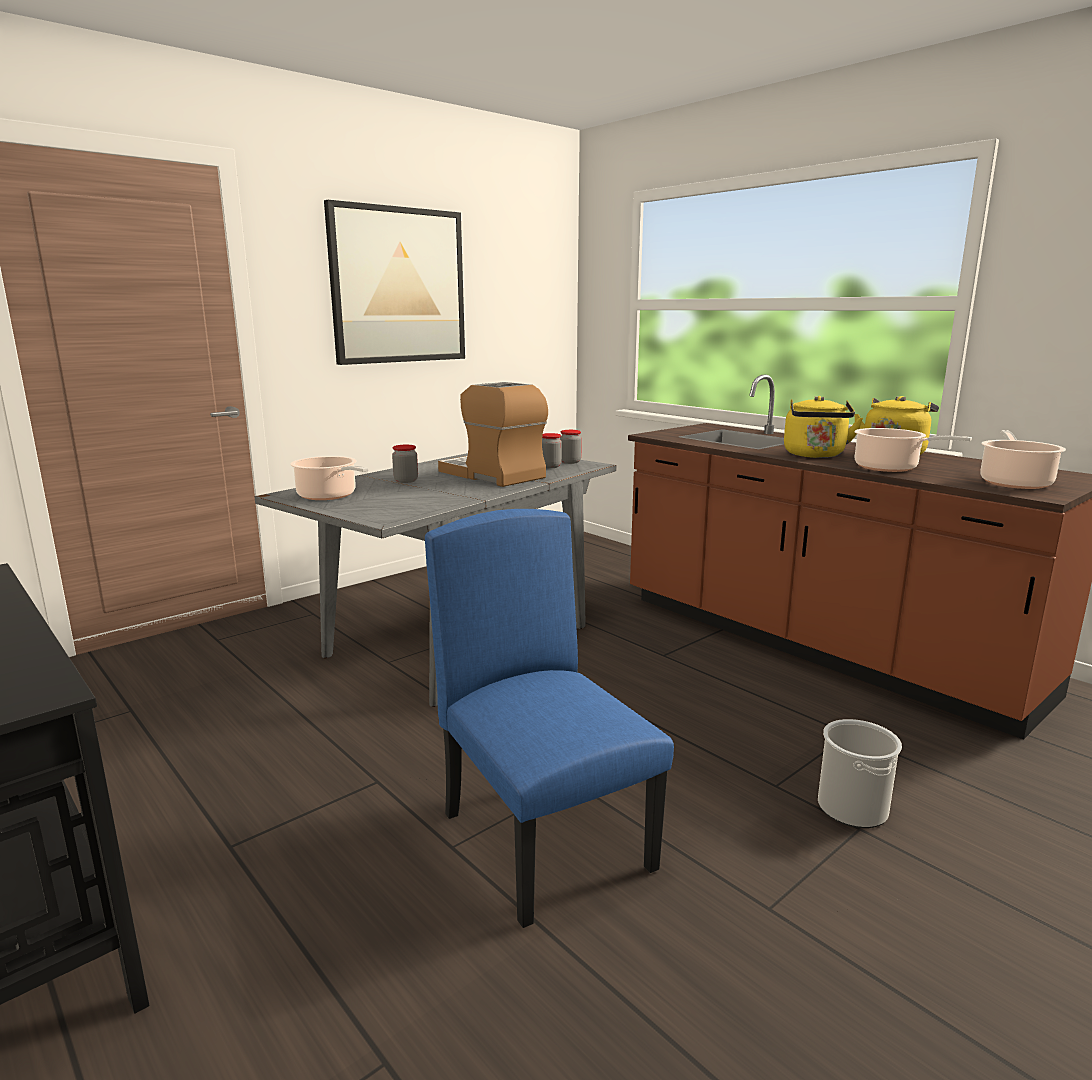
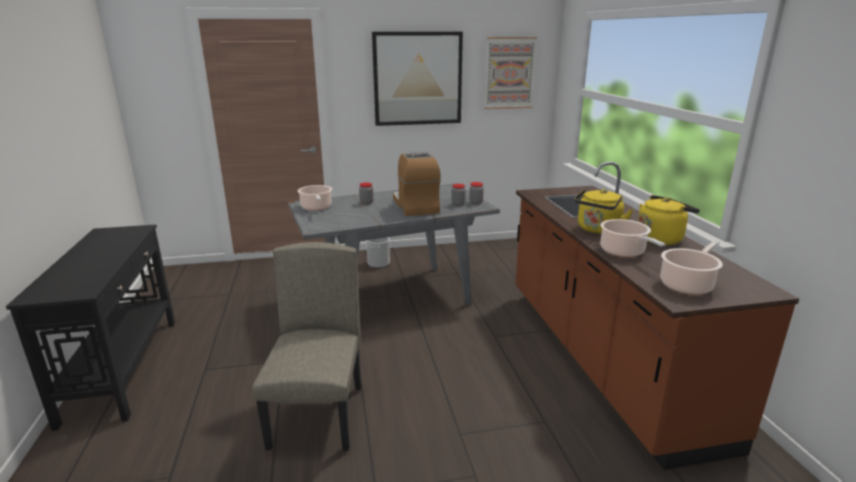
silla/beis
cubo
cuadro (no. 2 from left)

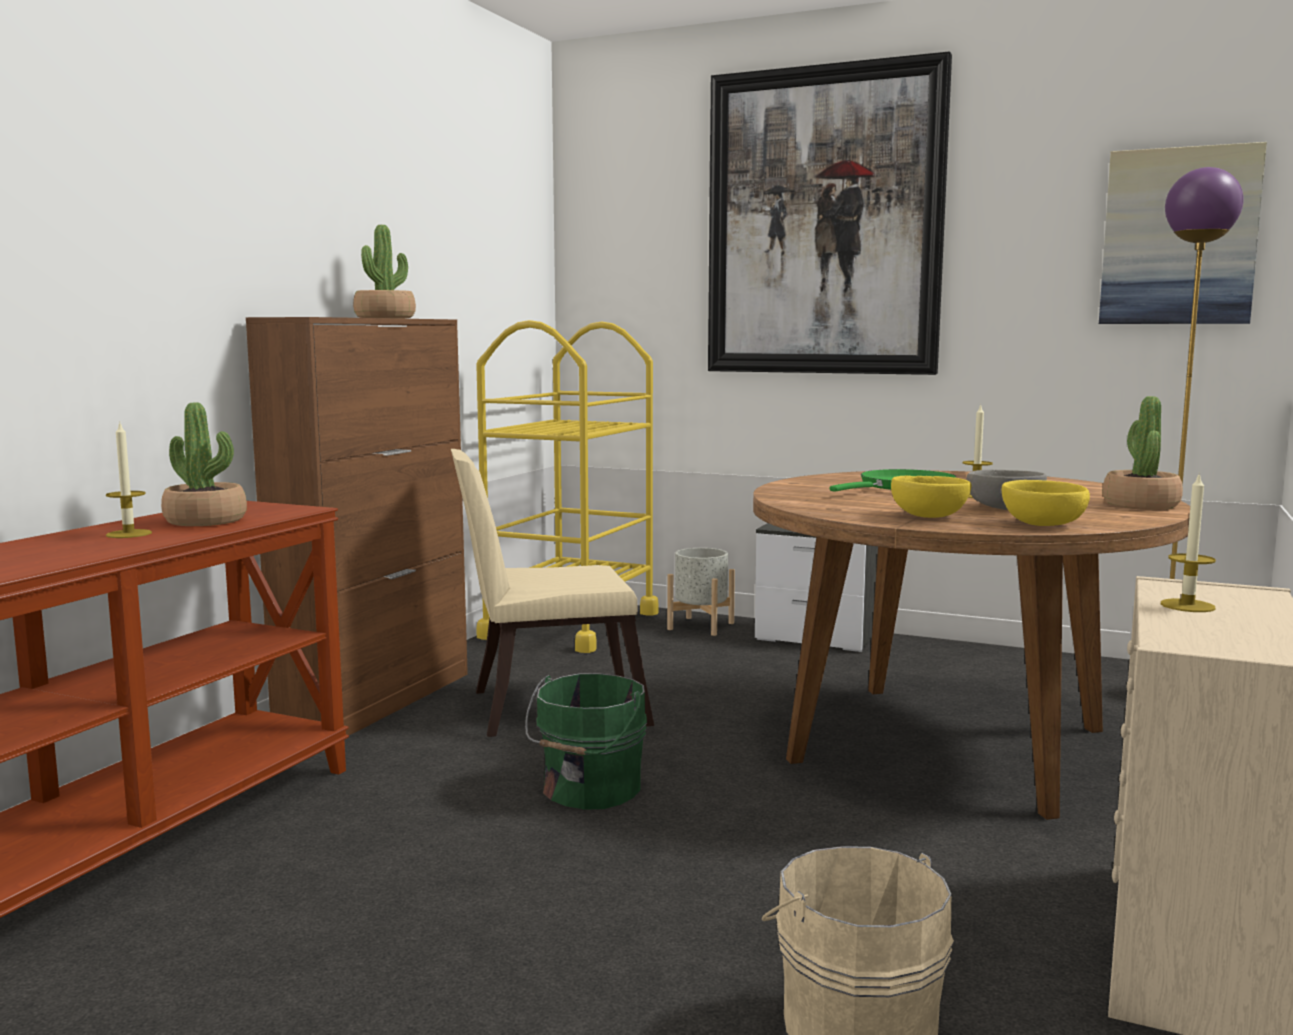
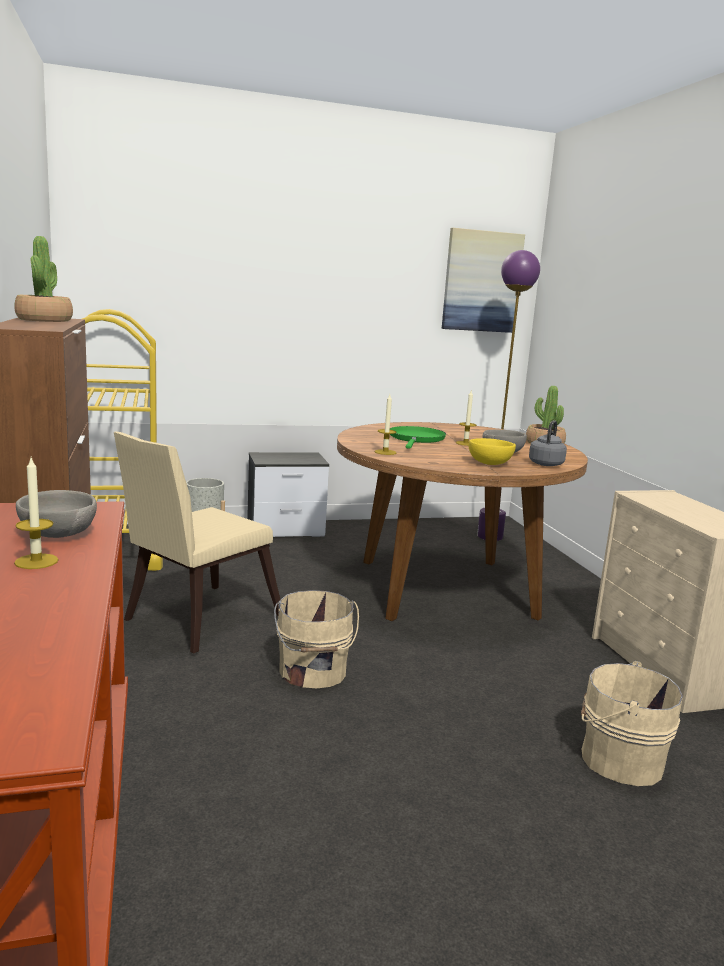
cuadro (no. 1 from left in the first image)
cuenco/gris (no. 1 from left)
vela (no. 2 from left)
hervidor/gris
cubo/beis (no. 1 from left)

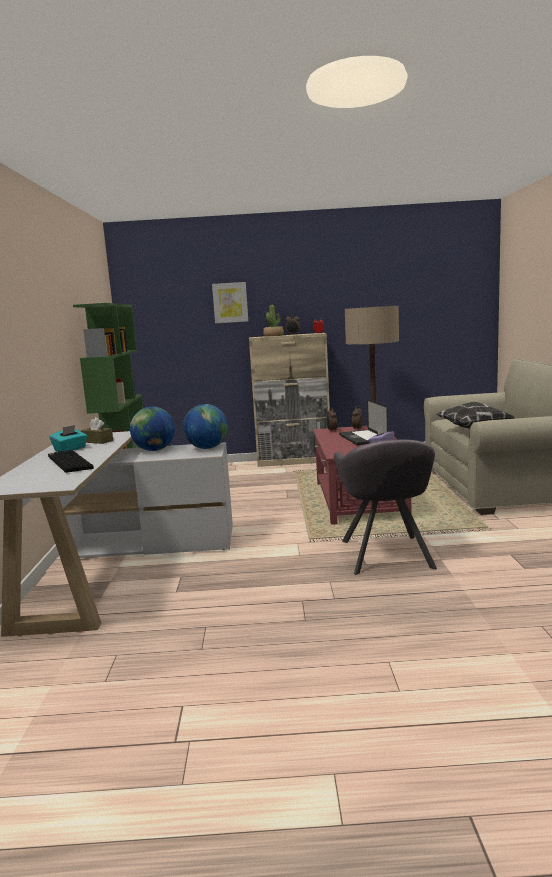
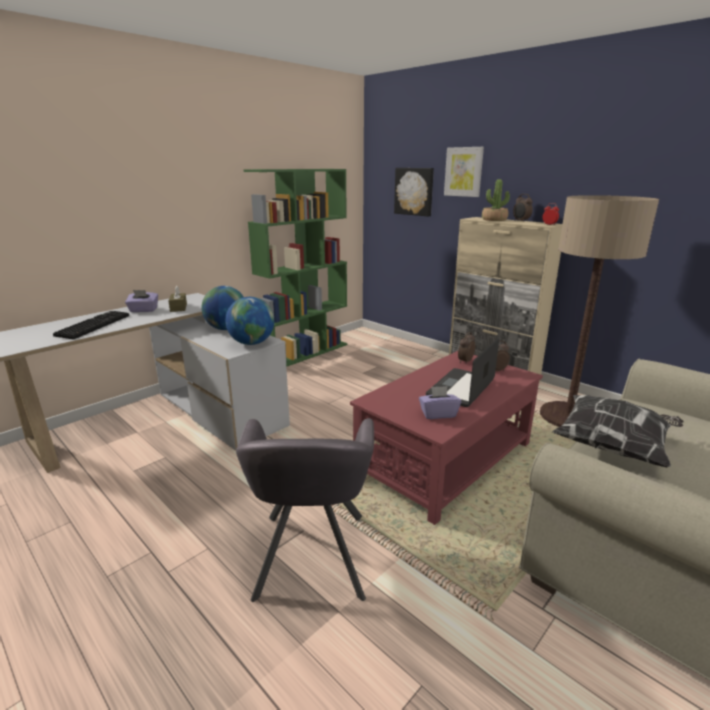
caja de pañuelos/morado (no. 1 from left)
sillón/gris
cuadro (no. 1 from left)

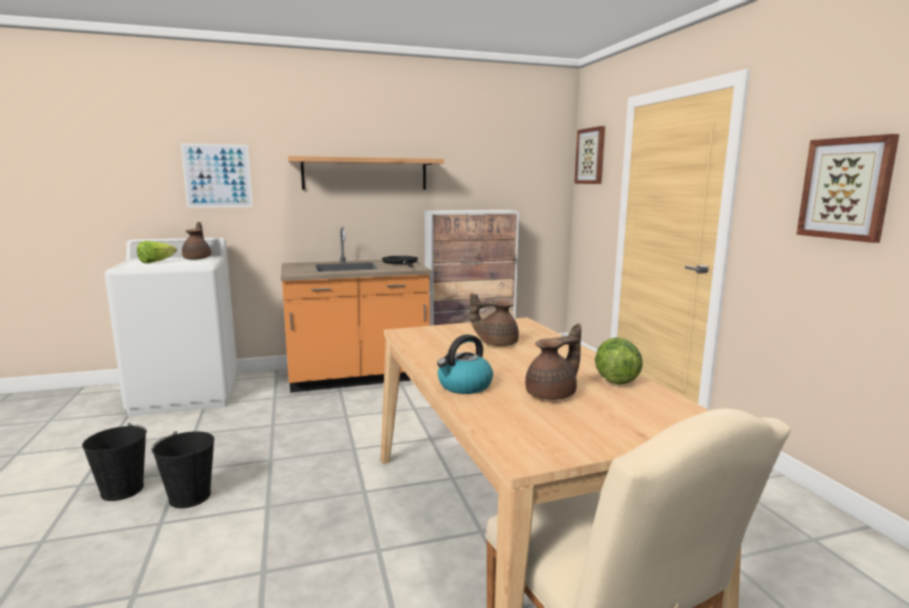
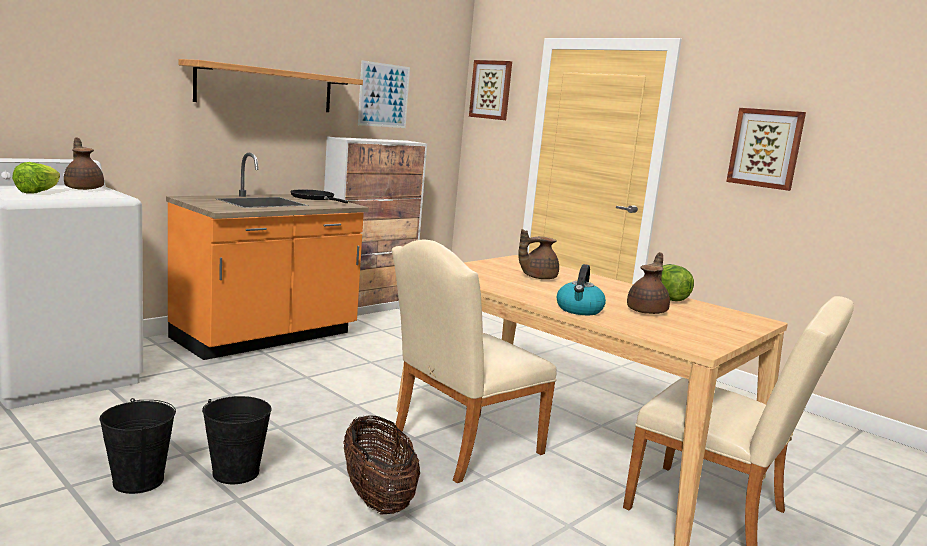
cuadro (no. 1 from left)
silla/beis (no. 1 from left)
cesta

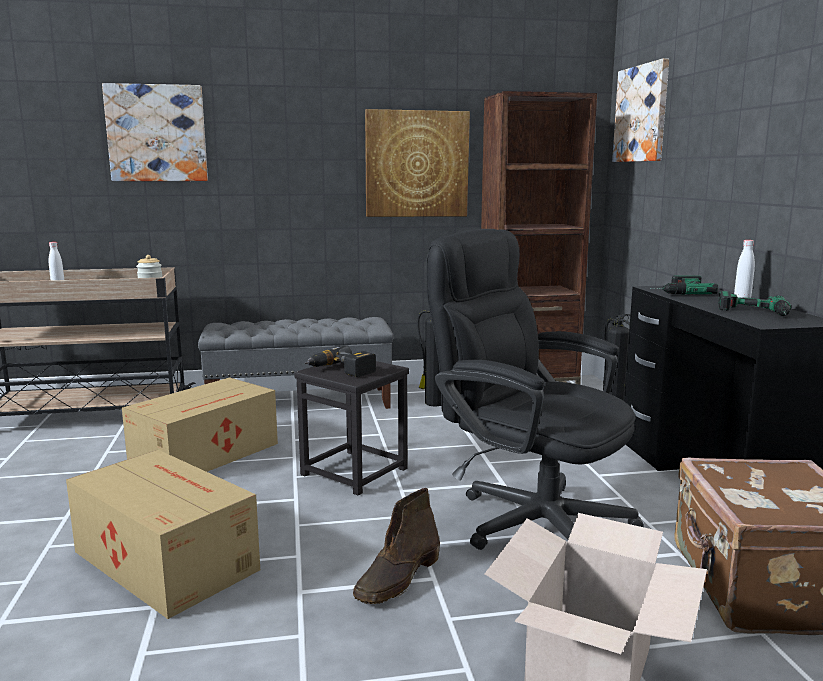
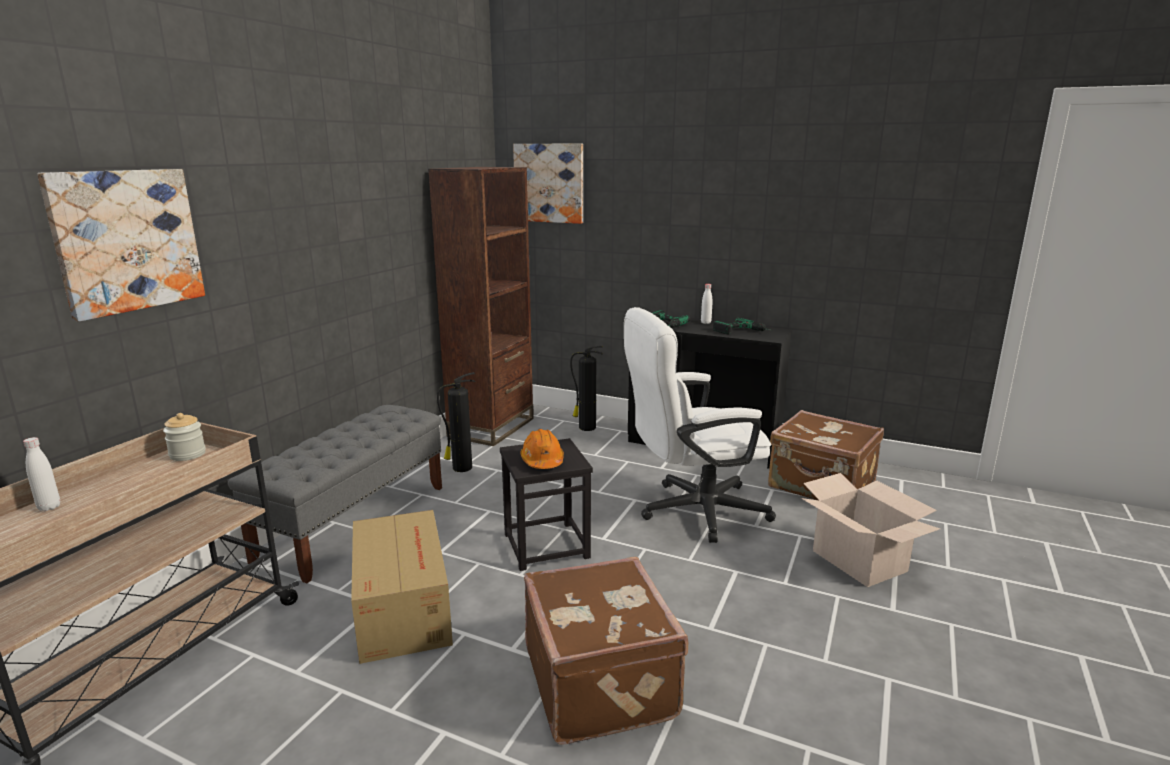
cuadro (no. 2 from left in the first image)
silla de oficina/blanco
casco/naranja
maleta/marrón (no. 1 from left)
bota/marrón

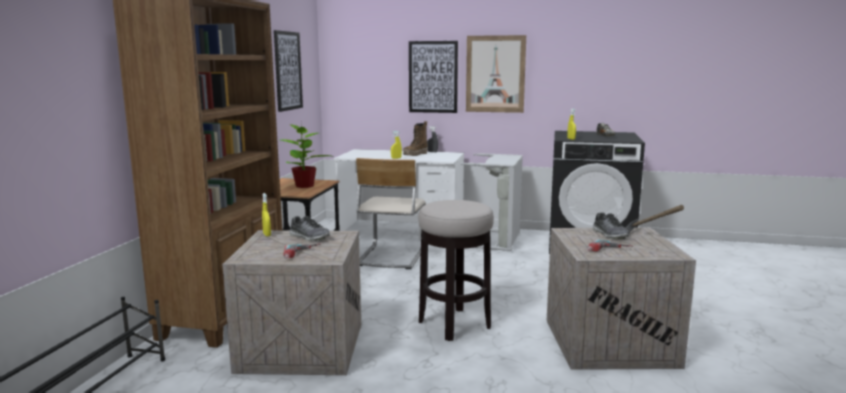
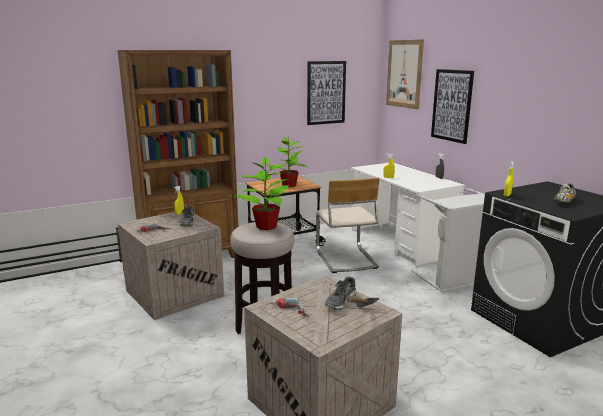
cuadro (no. 2 from left)
bota
silla/beis
planta en maceta (no. 1 from left)

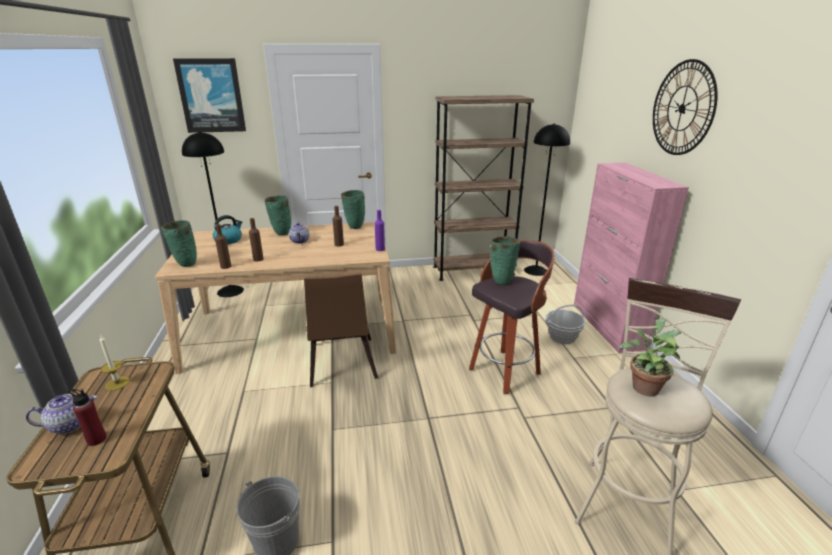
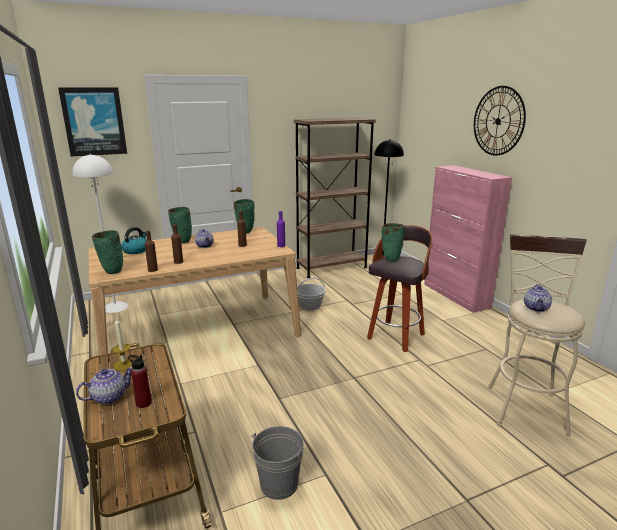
lámpara de pie/blanco
silla/marrón
cesta
tetera (no. 3 from left)

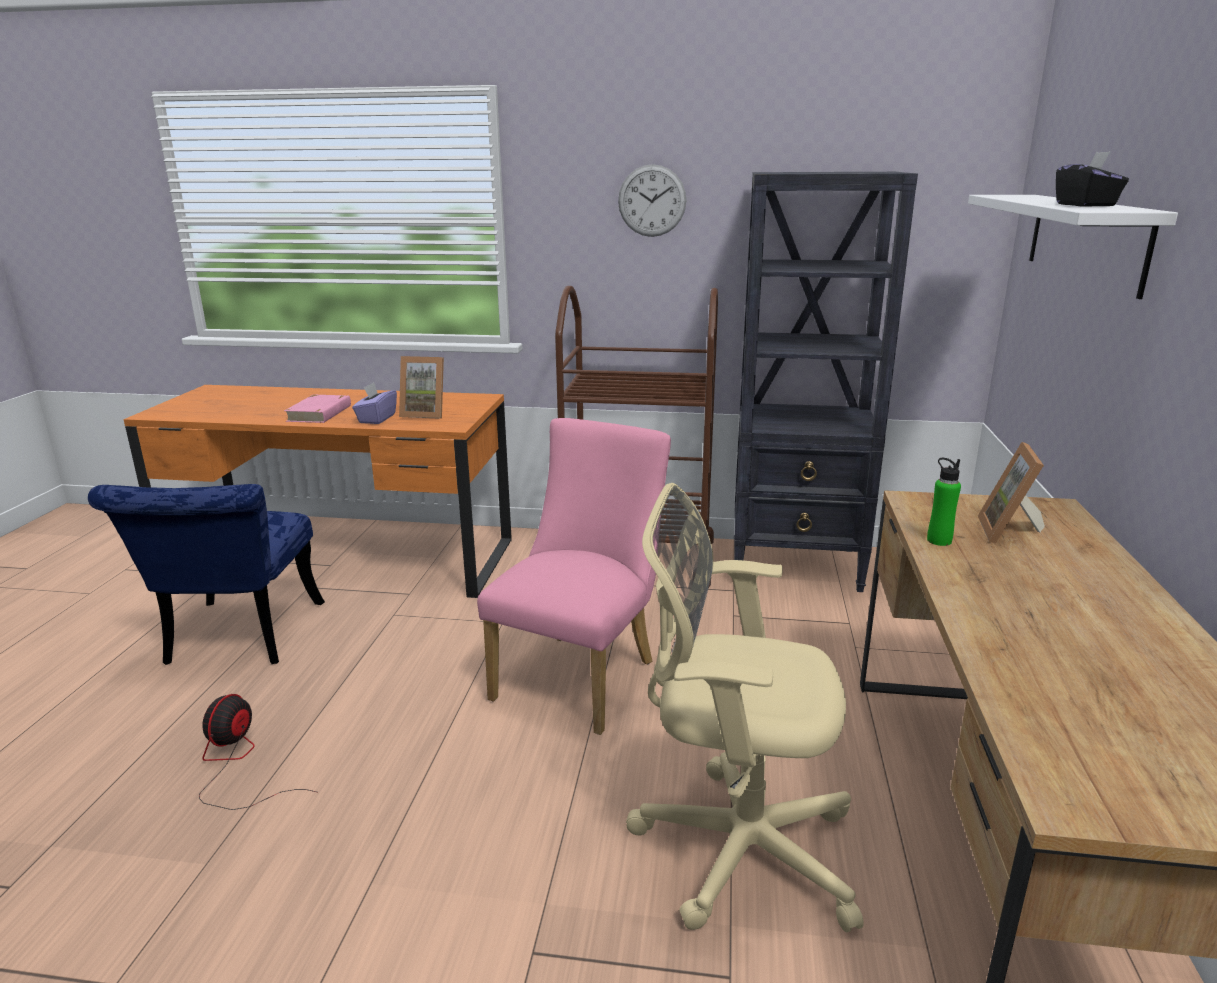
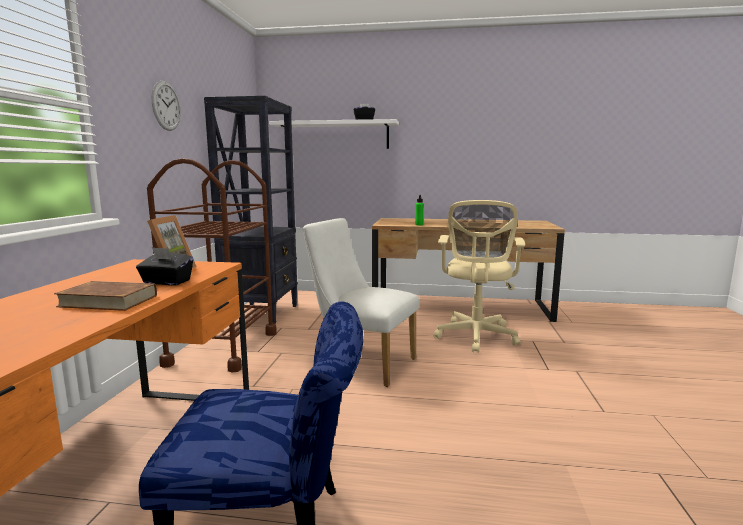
caja de pañuelos/negro (no. 1 from left)
libro/marrón
silla/blanco
portarretratos (no. 2 from left in the first image)
ventilador

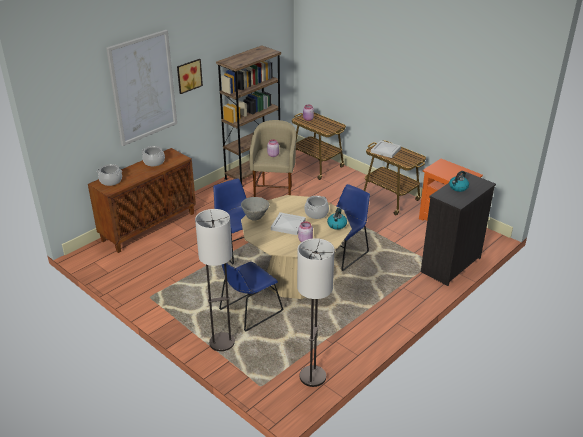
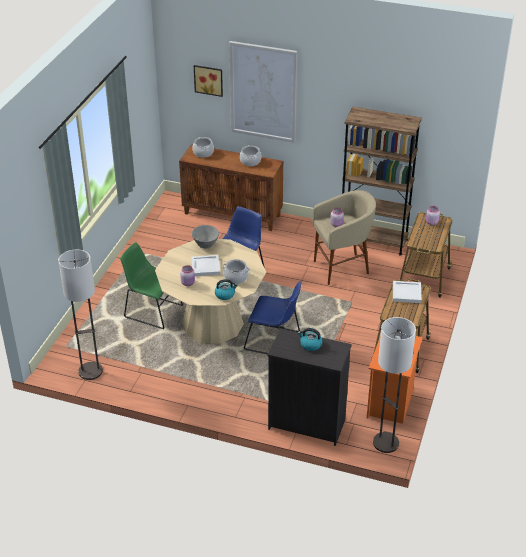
cuadro (no. 1 from left)
lámpara de pie (no. 2 from left)
silla/verde

